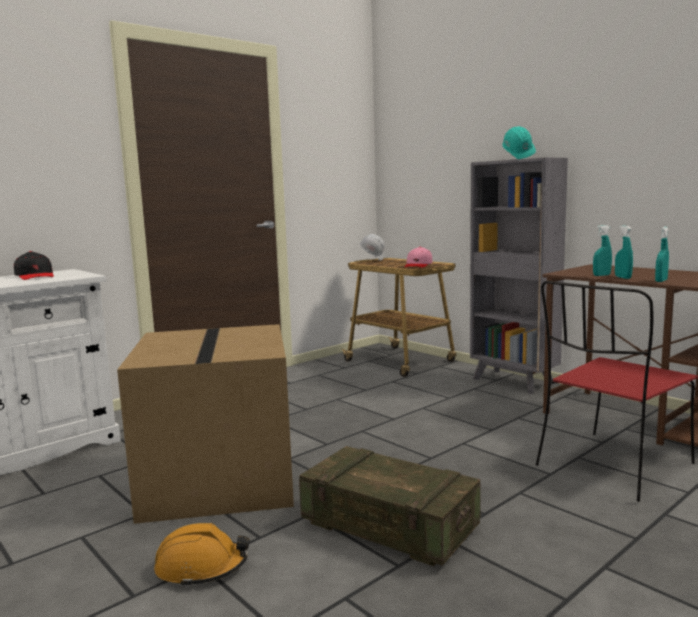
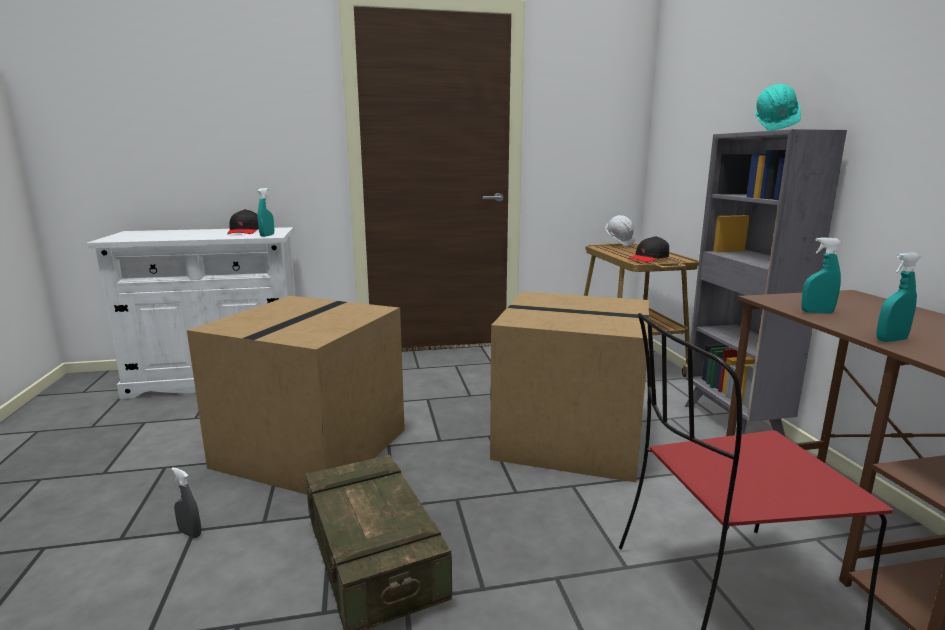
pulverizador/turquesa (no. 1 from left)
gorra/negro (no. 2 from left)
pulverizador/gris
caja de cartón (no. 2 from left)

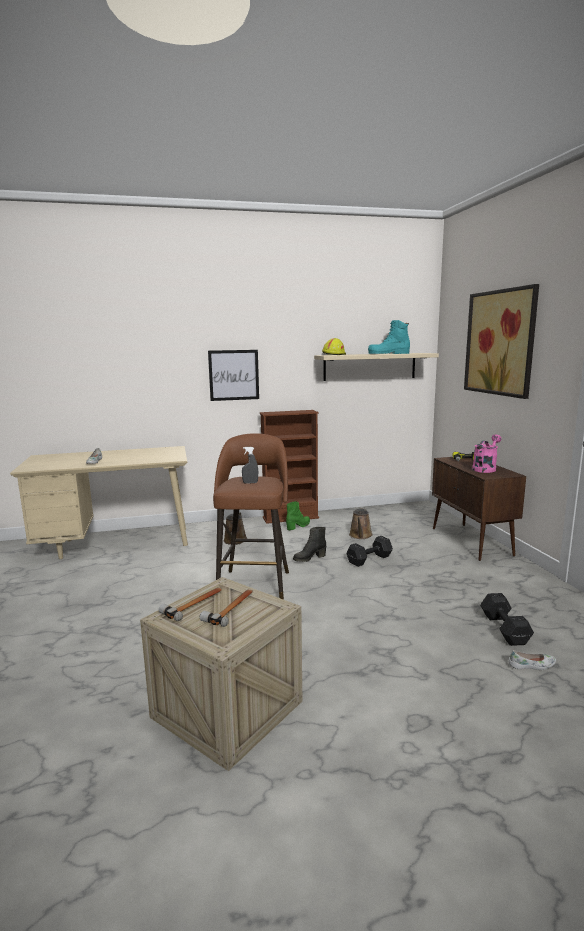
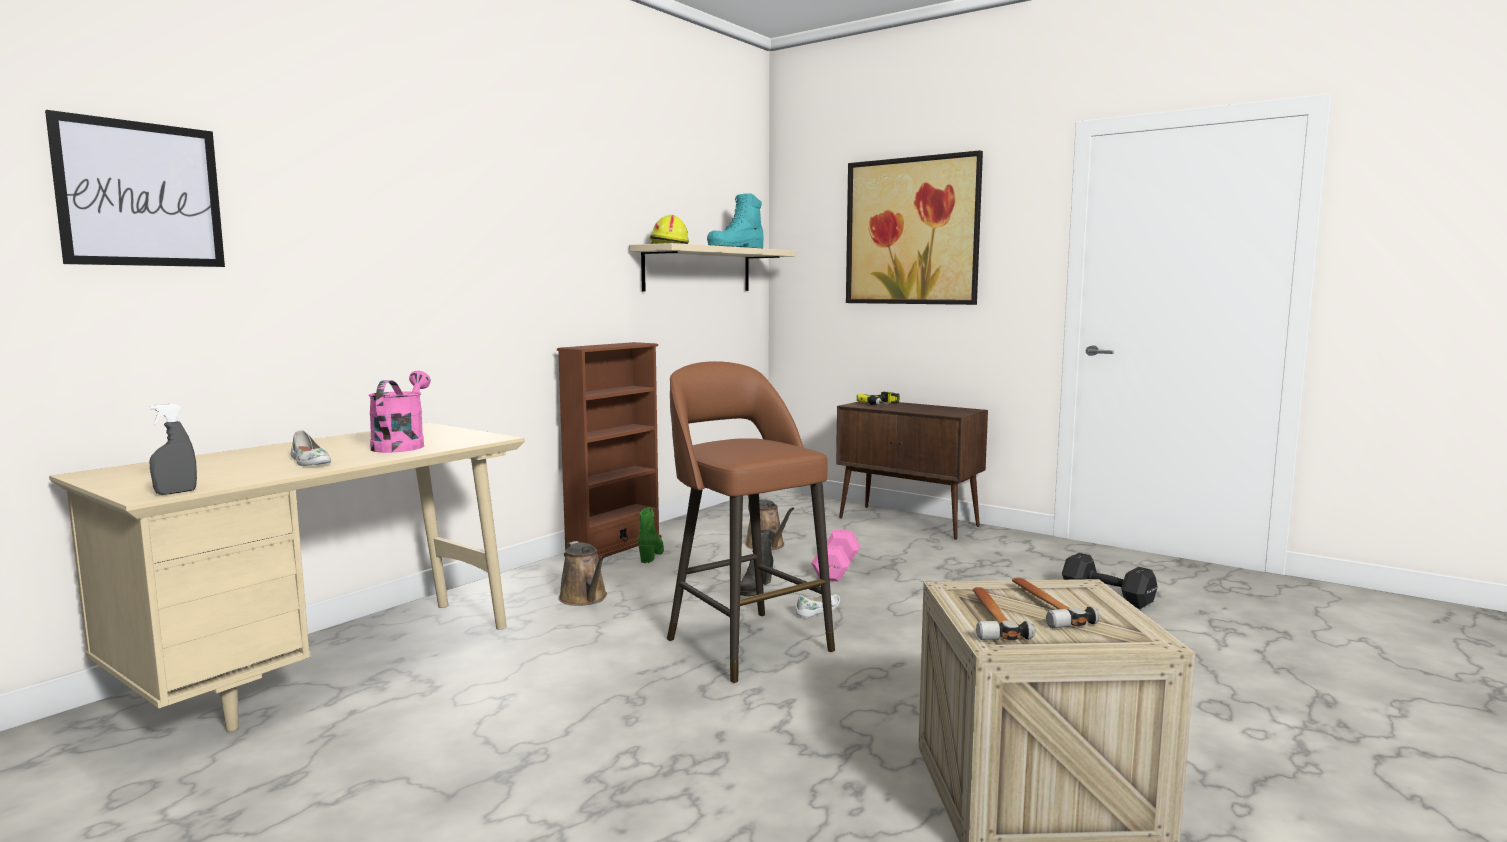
cuadro (no. 1 from left)
regadera/rosa
pulverizador/gris
mancuerna/rosa
zapato/blanco (no. 2 from left)

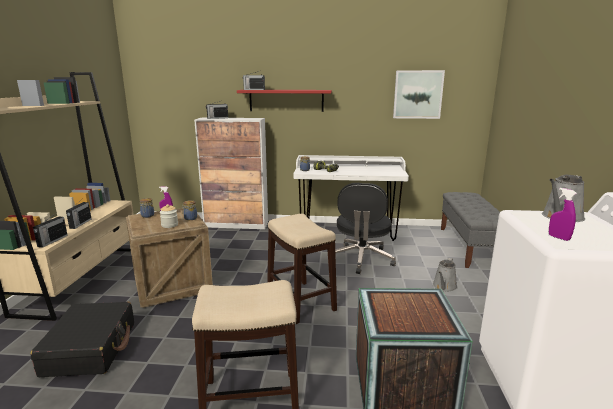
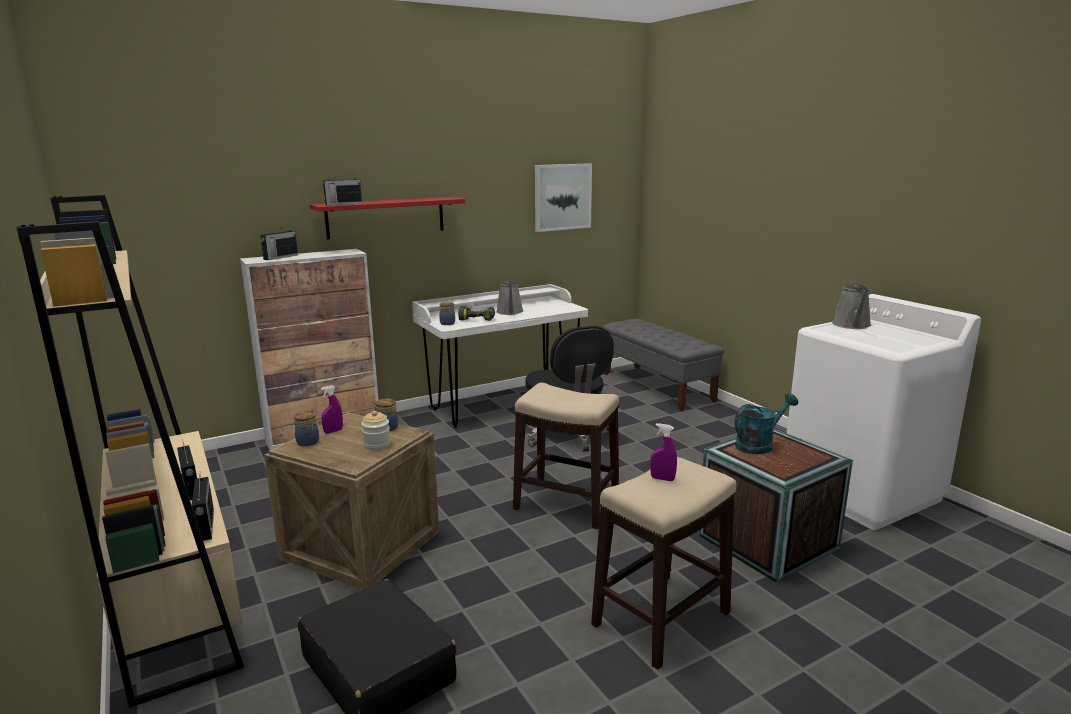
pulverizador/morado (no. 2 from left)
regadera/gris (no. 1 from left)
regadera/turquesa

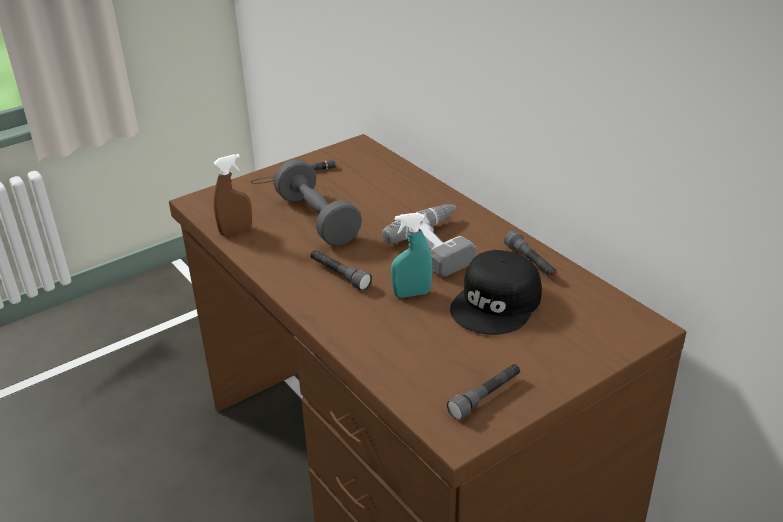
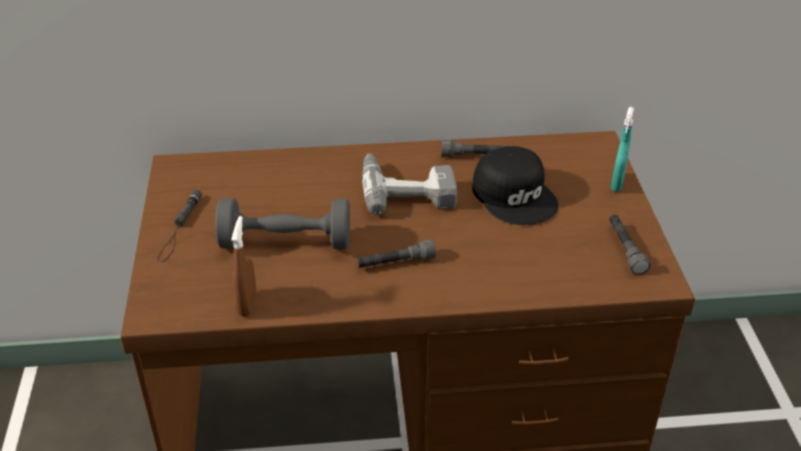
pulverizador/turquesa

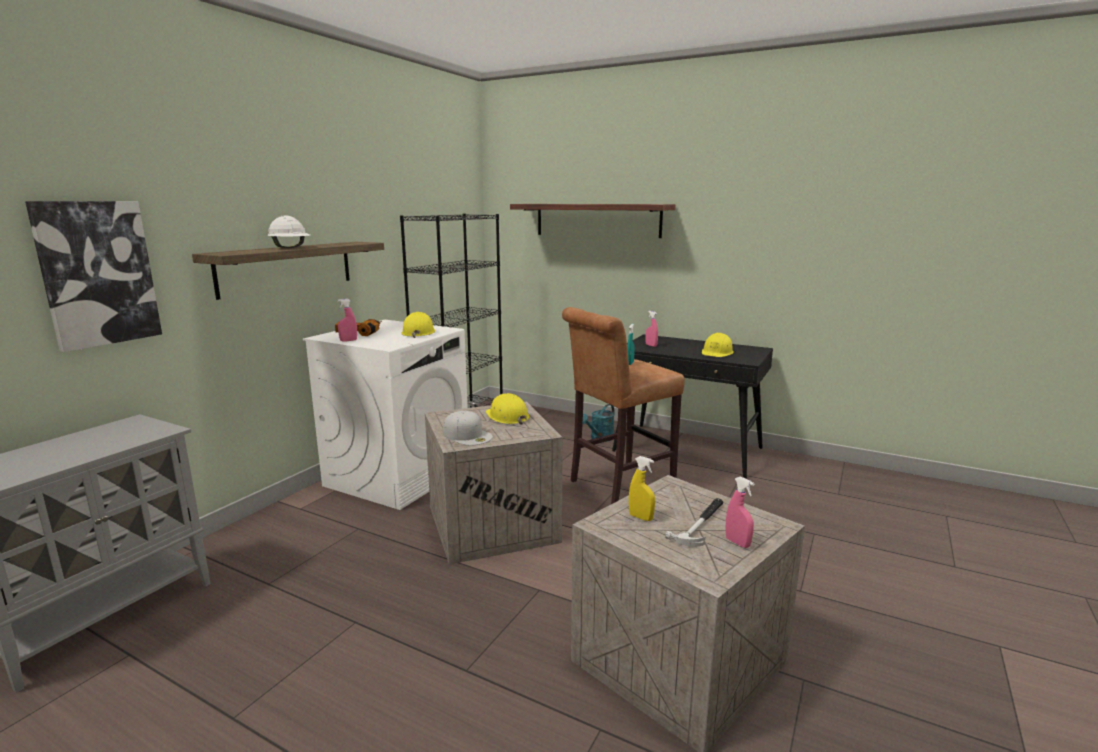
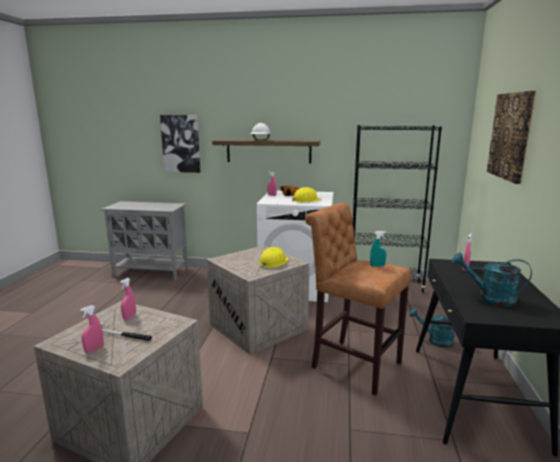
cuadro (no. 2 from left)
regadera/turquesa (no. 2 from left)
gorra/blanco
pulverizador/rosa (no. 2 from left)

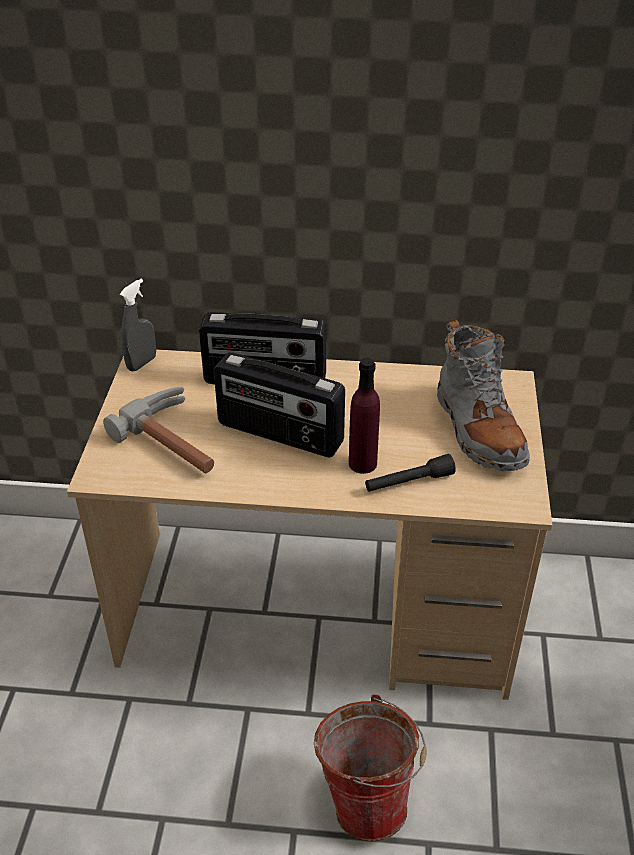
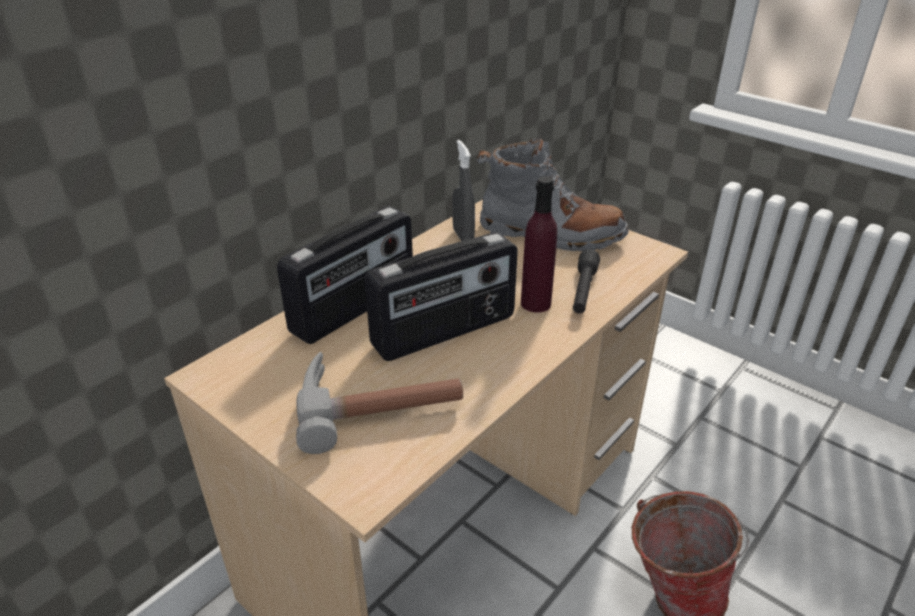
pulverizador/gris

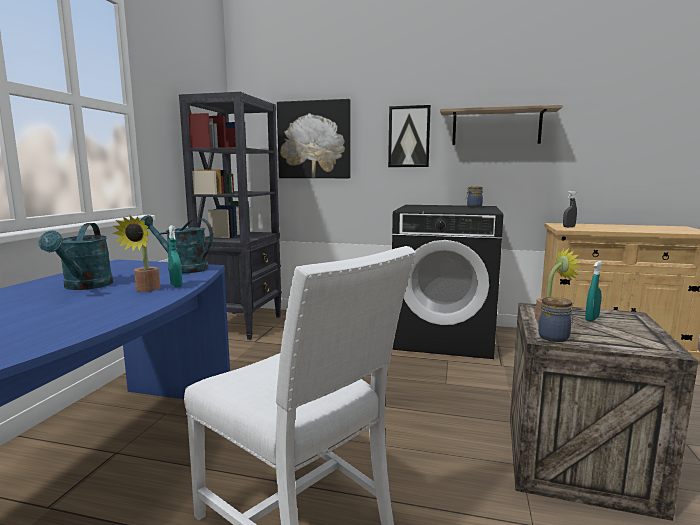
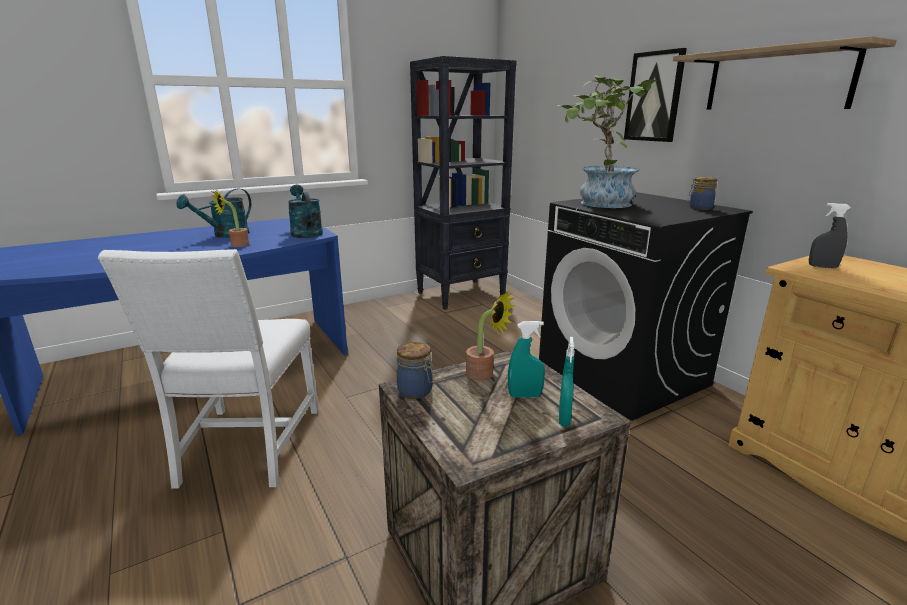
cuadro (no. 1 from left in the first image)
pulverizador/turquesa (no. 2 from left)
planta en maceta (no. 3 from left)

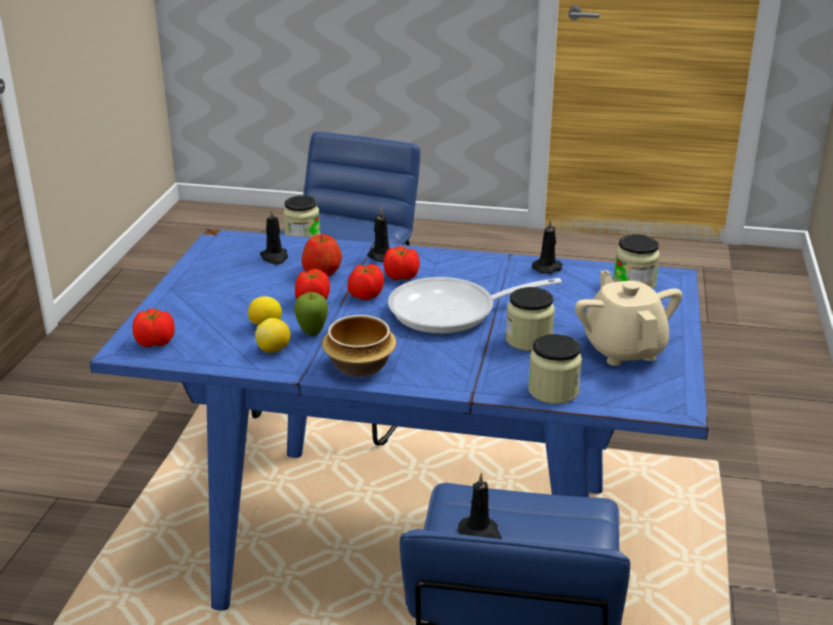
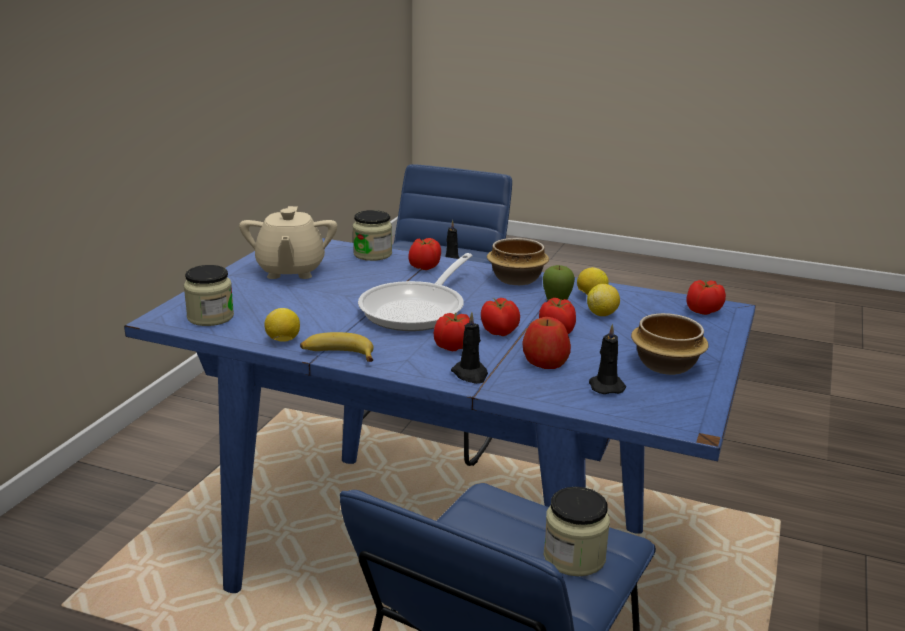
limón (no. 1 from left)
sartén
tarro (no. 2 from left in the first image)
tomate (no. 1 from left)
cuenco (no. 2 from left)
plátano

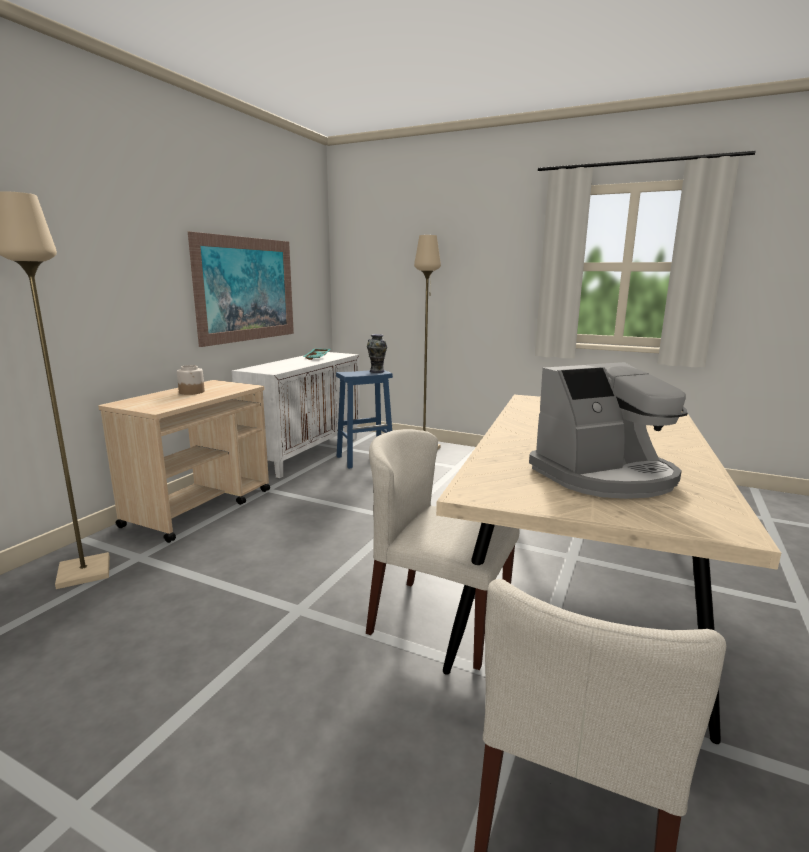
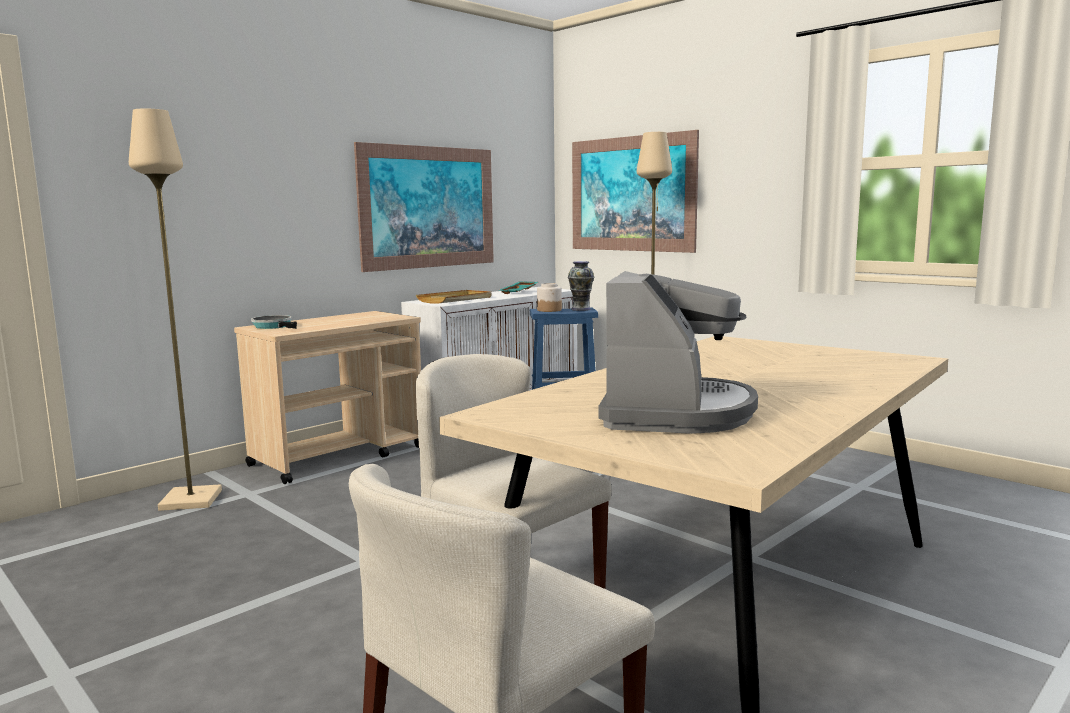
cafetera
tarro
cuadro (no. 2 from left)
bandeja/beis
sartén

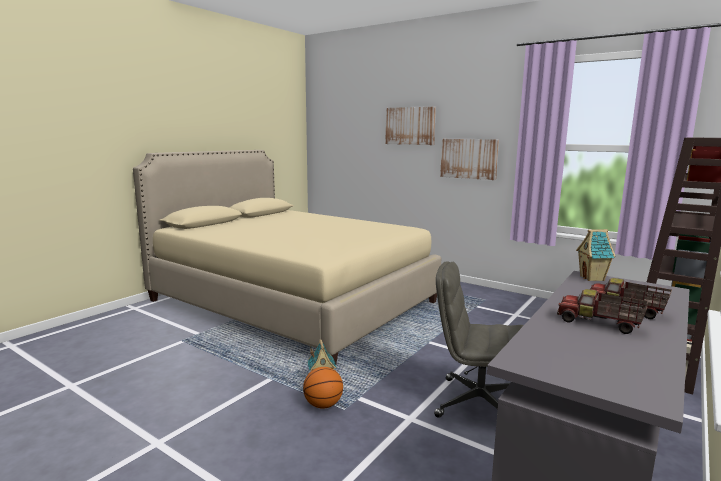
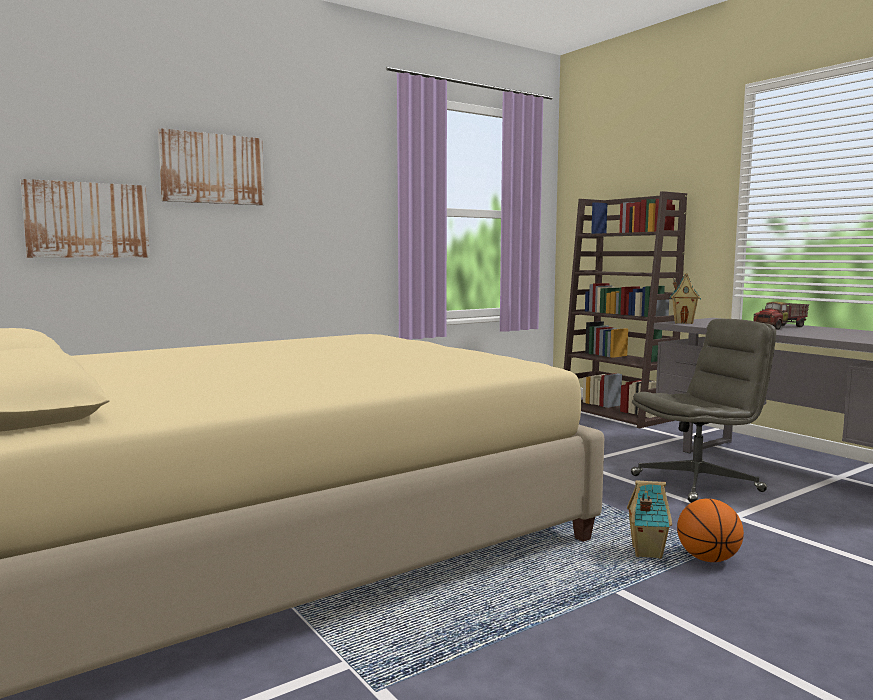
cuadro (no. 1 from left)
silla de oficina/gris
camión de juguete (no. 1 from left in the first image)

